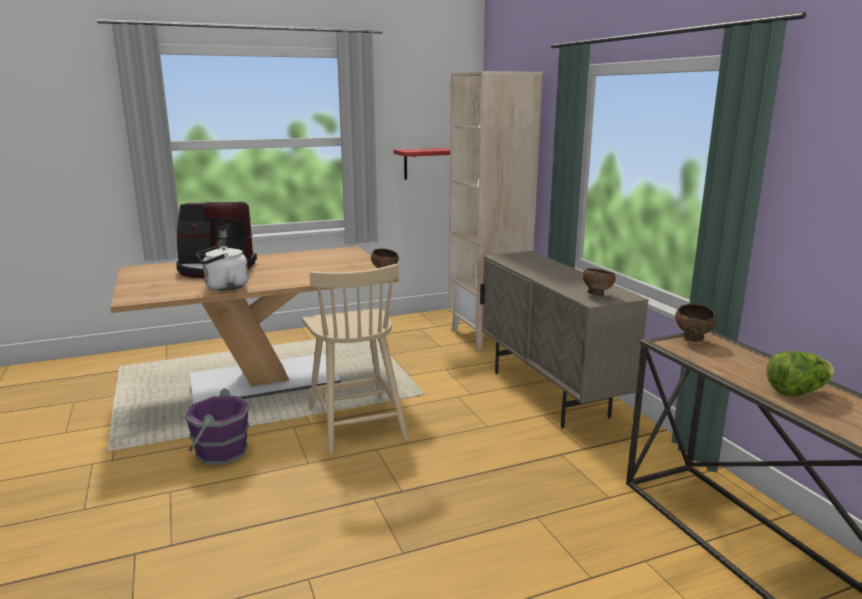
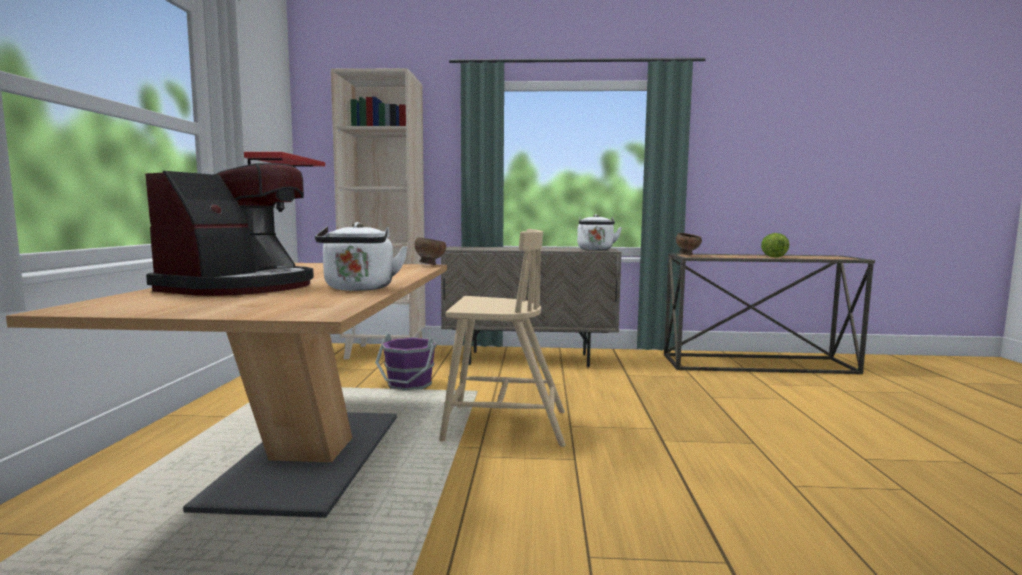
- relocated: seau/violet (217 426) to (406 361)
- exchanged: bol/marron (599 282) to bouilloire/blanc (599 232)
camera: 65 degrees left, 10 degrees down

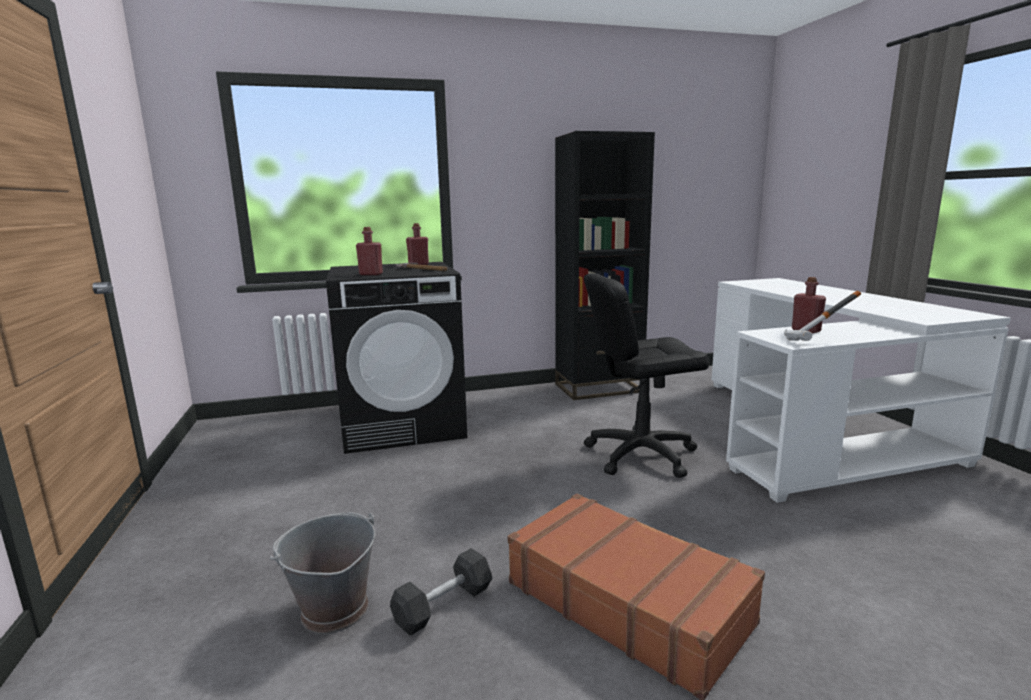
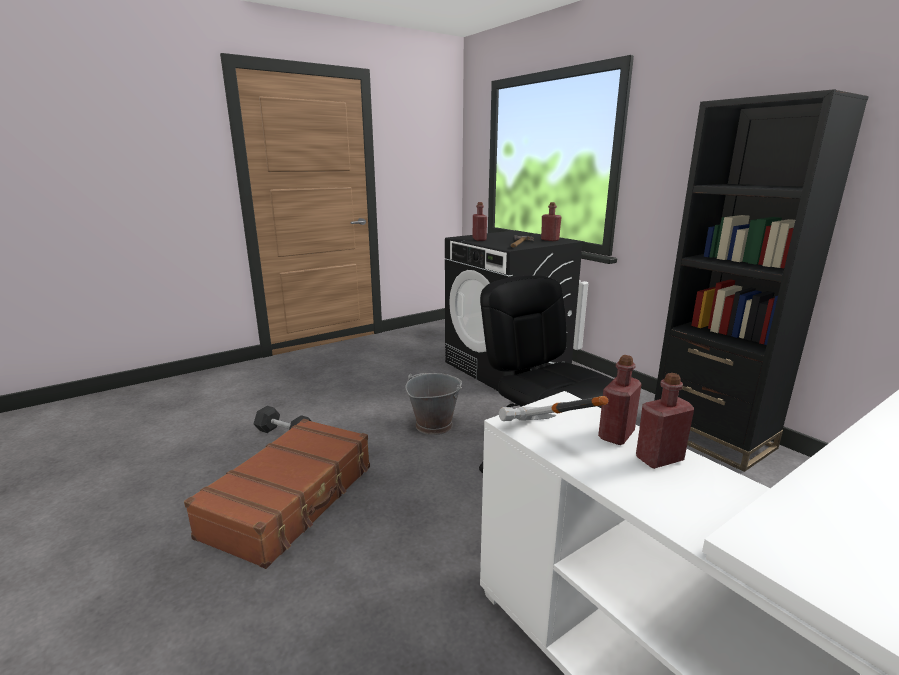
- appeared: bouteille/rouge (665 421)
- relocated: seau/gris (322 573) to (433 404)
camera: 70 degrees right, 5 degrees up

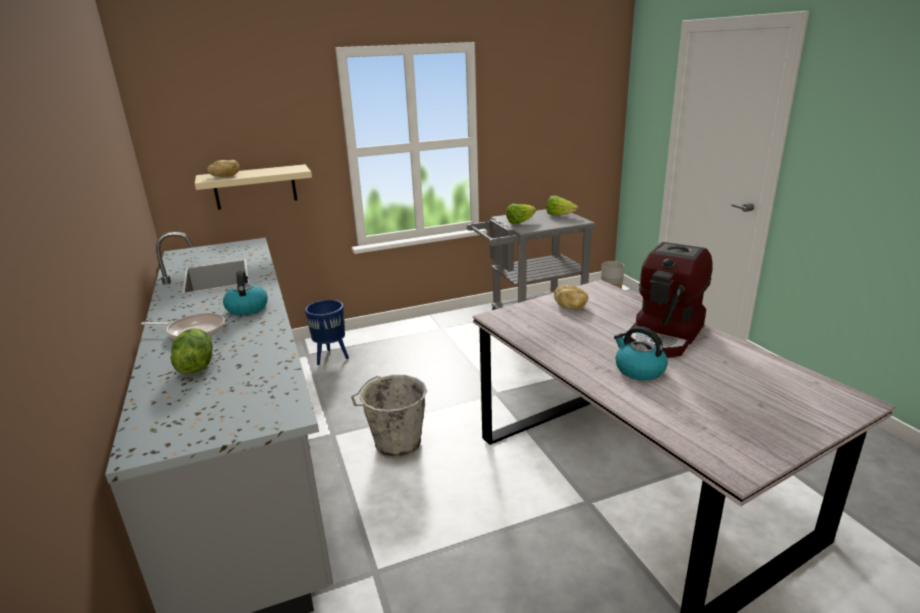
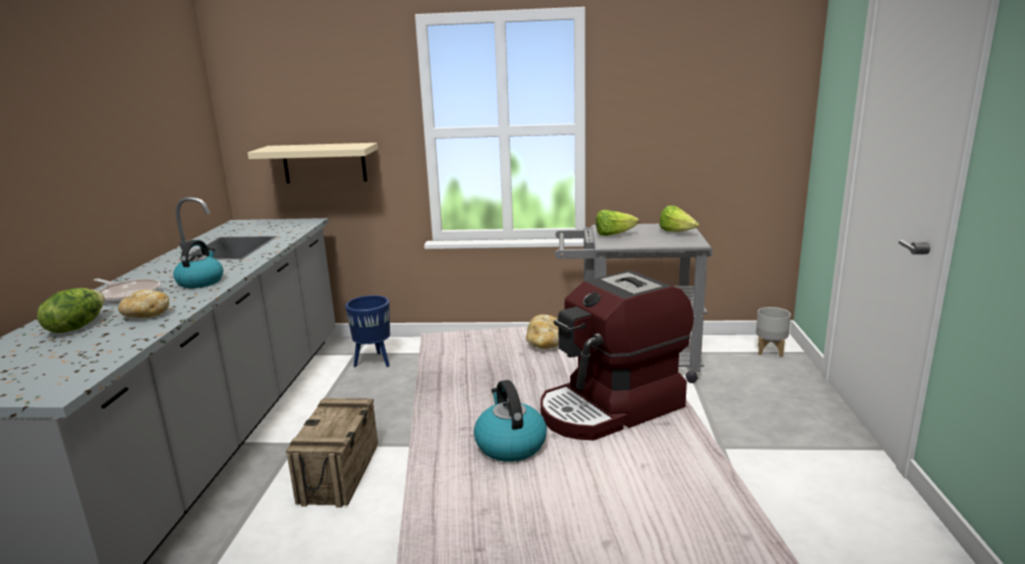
- relocated: pain (223 168) to (143 304)
- exchanged: seau/gris (389 417) to caisse (332 453)
camera: 25 degrees right, 5 degrees down

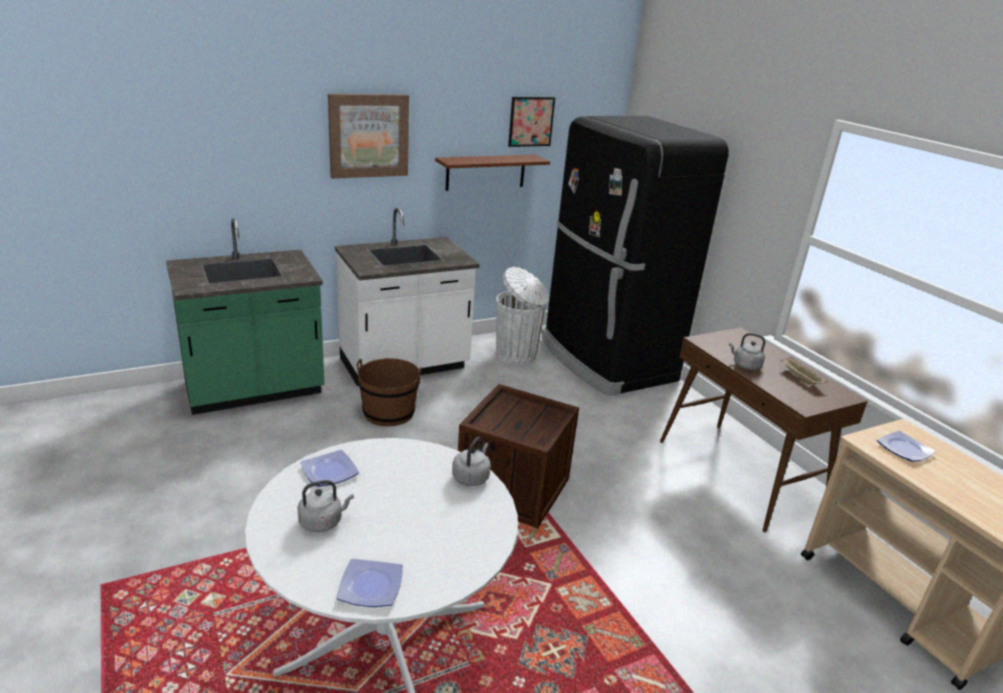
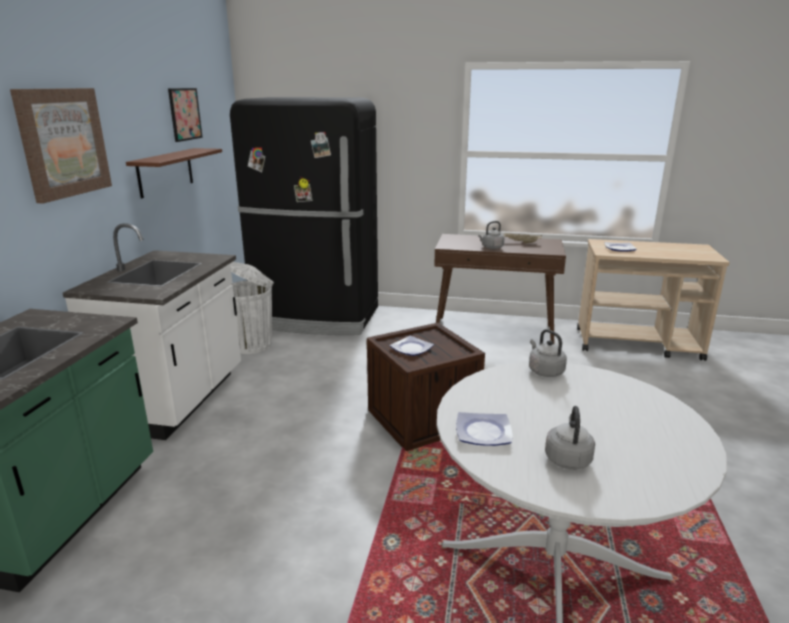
- missing: seau/marron (389 392)
- relocated: assiette (369 583) to (412 346)
camera: 50 degrees left, 5 degrees down

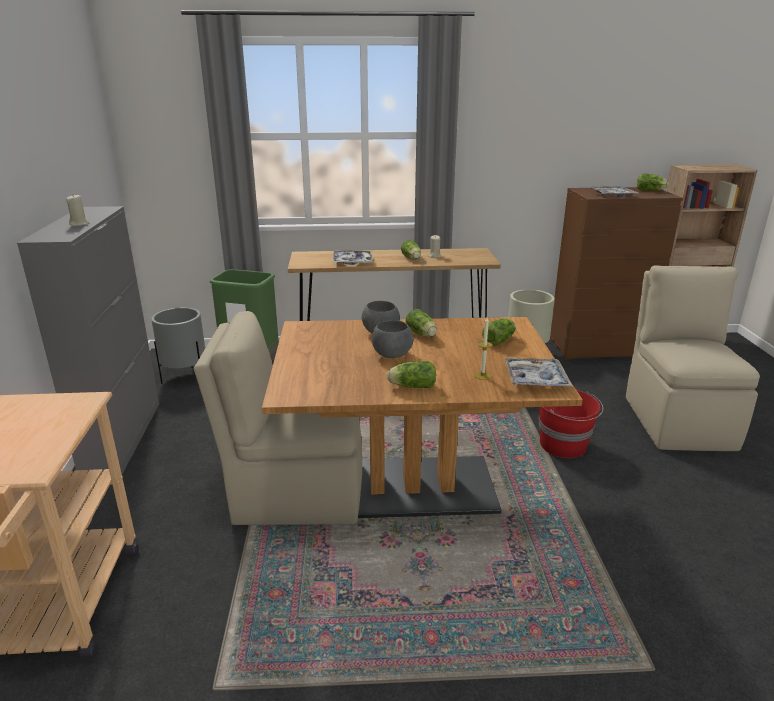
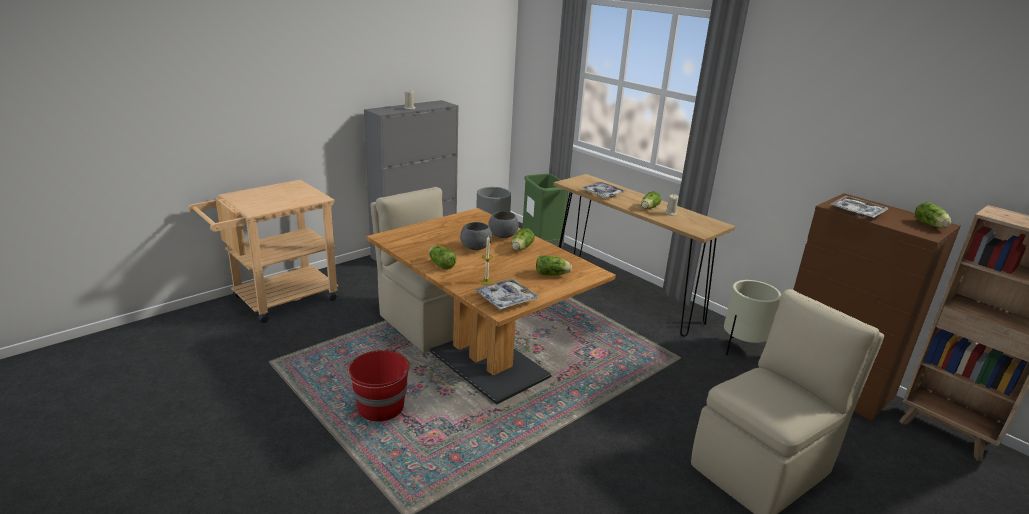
- relocated: seau/rouge (571 424) to (378 385)
camera: 50 degrees right, 0 degrees up

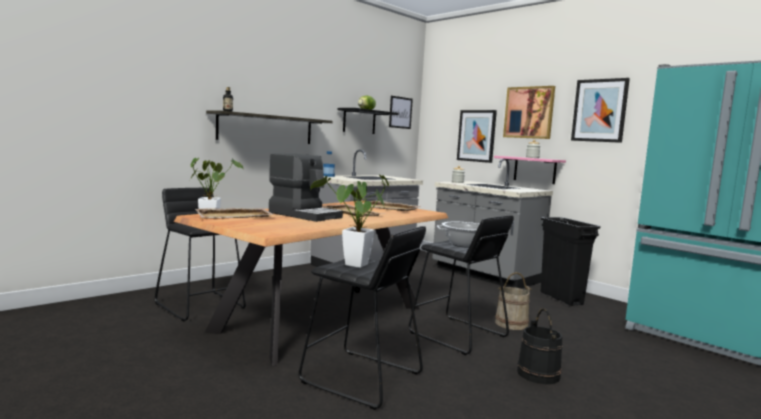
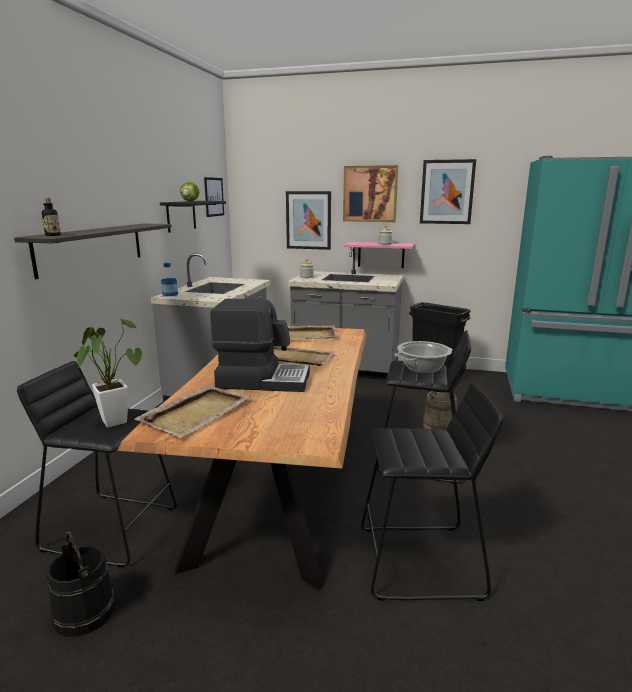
- missing: plante en pot (349 221)
- relocated: seau/noir (540 346) to (81 584)
camera: 30 degrees left, 10 degrees up

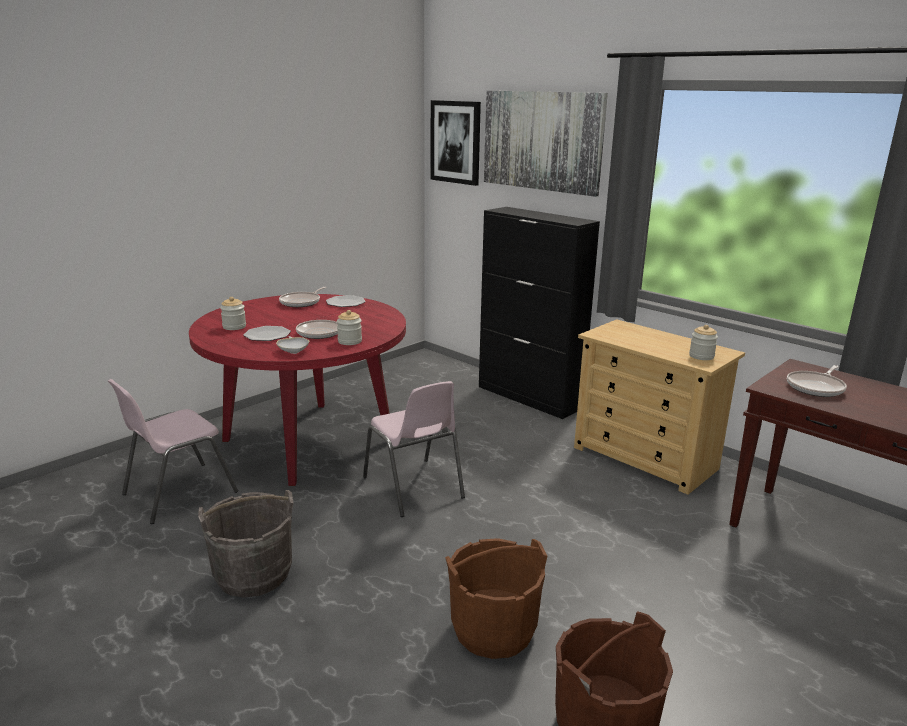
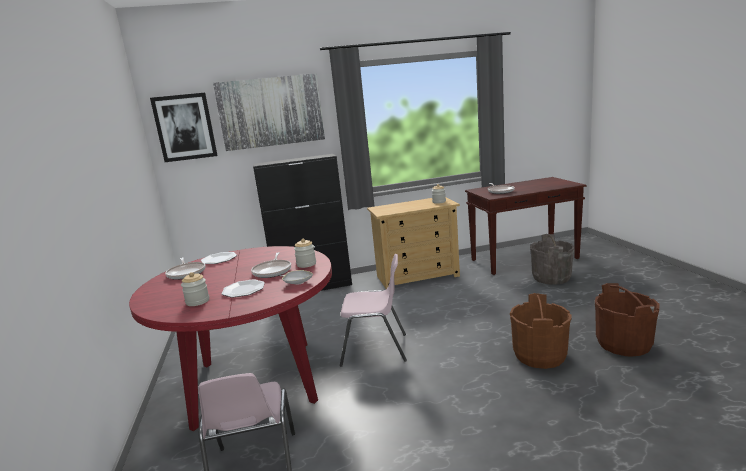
- relocated: seau/gris (246 544) to (552 259)
camera: 55 degrees left, 5 degrees down

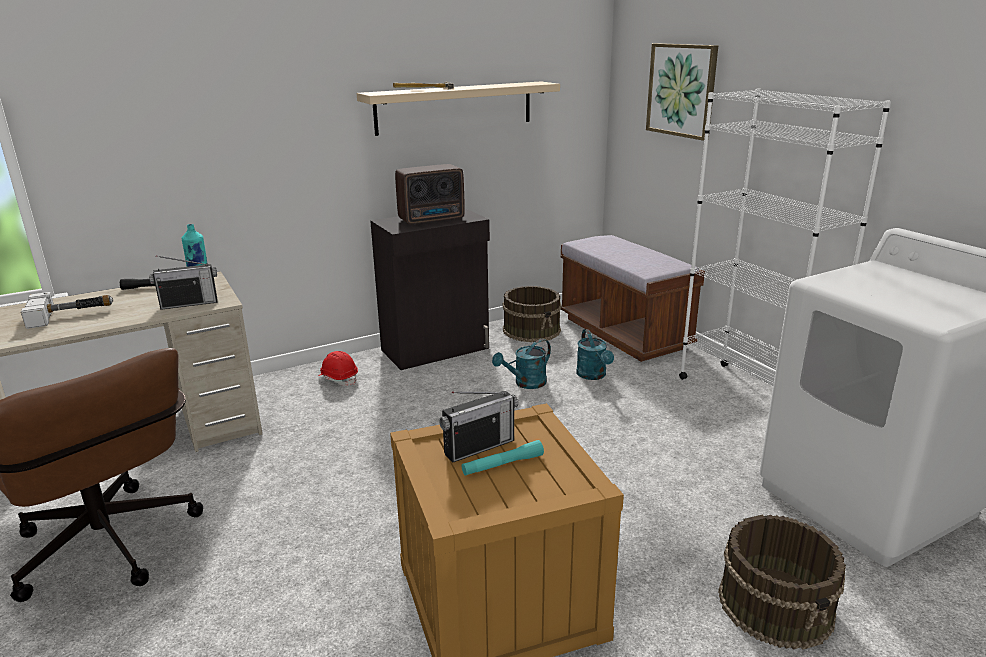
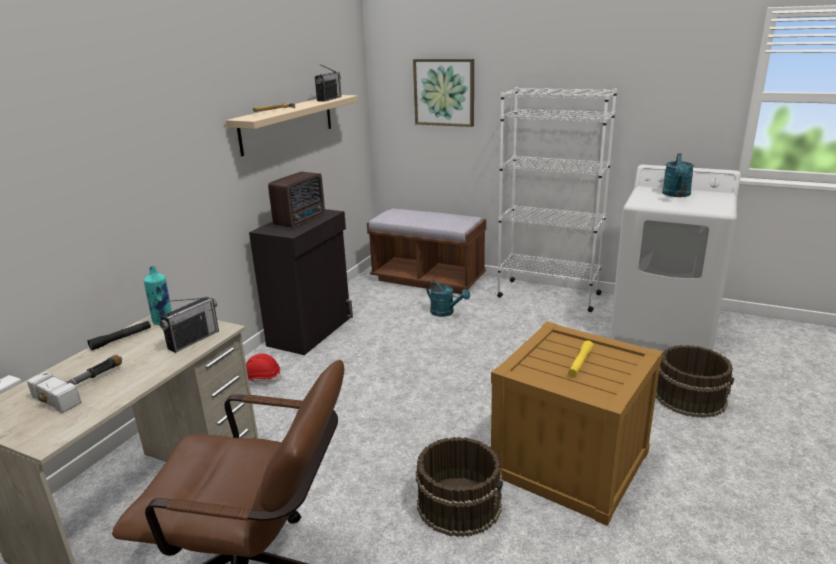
- relocated: radio (478 427) to (328 83)
- relocated: arrosoir/turquoise (521 364) to (678 175)
- relocated: seau/marron (532 314) to (459 487)
- colour: lampe de poche/turquoise (503 458) to lampe de poche/jaune (581 358)
camera: 35 degrees left, 0 degrees up

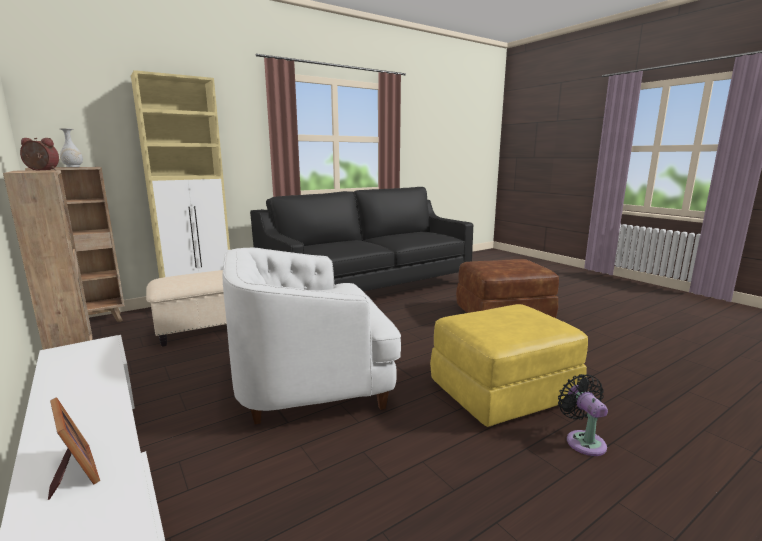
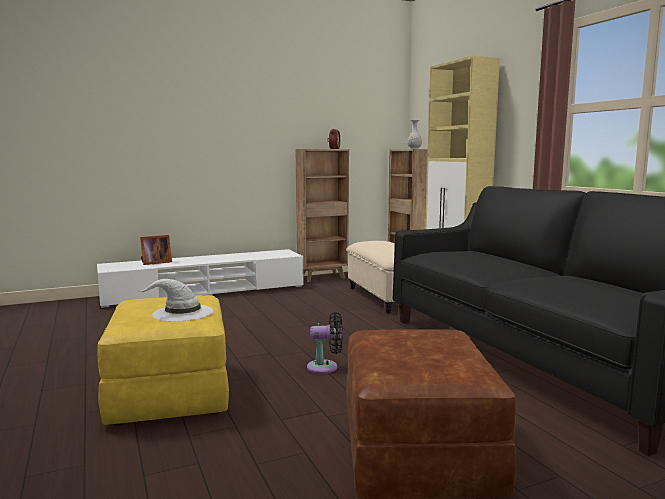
- missing: fauteuil/blanc (312 335)
- appeared: chapeau/blanc (175 300)
- relocated: ventilateur/noir (583 415) to (325 343)
camera: 100 degrees right, 5 degrees down

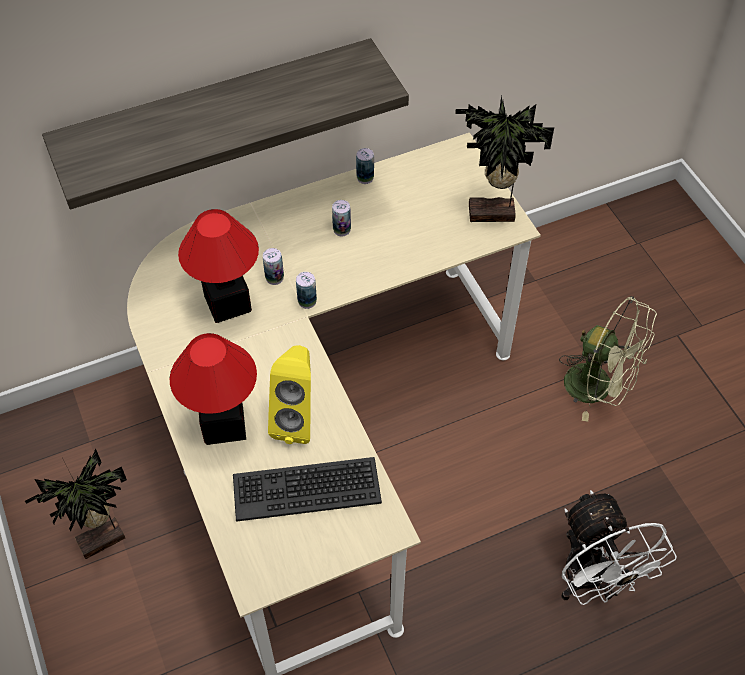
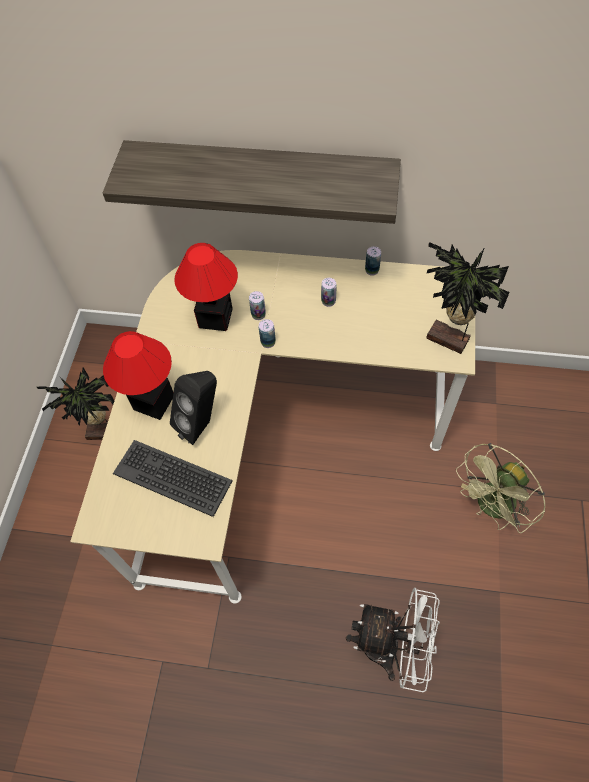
- colour: enceinte/jaune (289 394) to enceinte/noir (193 408)
- spun: ventilateur/vert (608 359) = (500 488) 75 degrees clockwise
- spun: ventilateur/blanc (619 547) = (393 640) 90 degrees counterclockwise
camera: 35 degrees right, 5 degrees up

